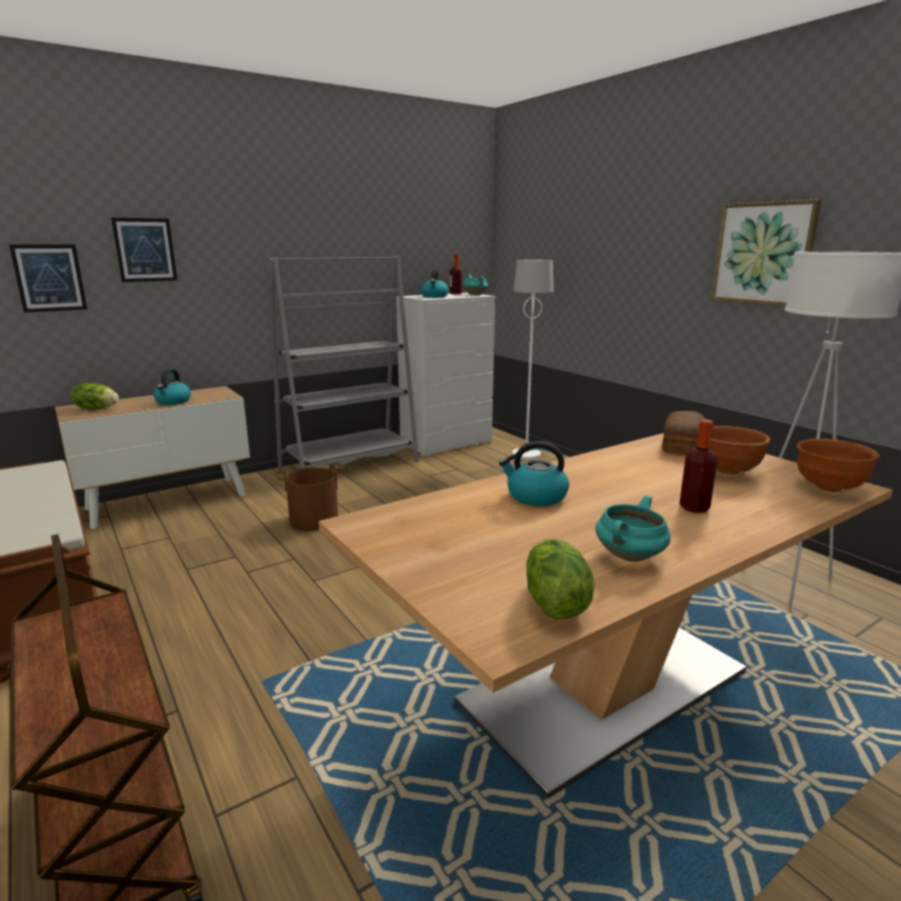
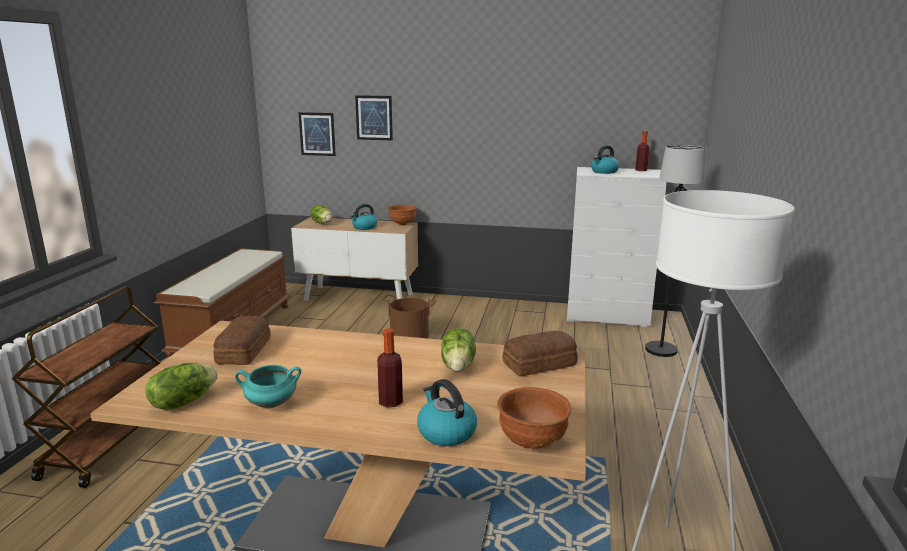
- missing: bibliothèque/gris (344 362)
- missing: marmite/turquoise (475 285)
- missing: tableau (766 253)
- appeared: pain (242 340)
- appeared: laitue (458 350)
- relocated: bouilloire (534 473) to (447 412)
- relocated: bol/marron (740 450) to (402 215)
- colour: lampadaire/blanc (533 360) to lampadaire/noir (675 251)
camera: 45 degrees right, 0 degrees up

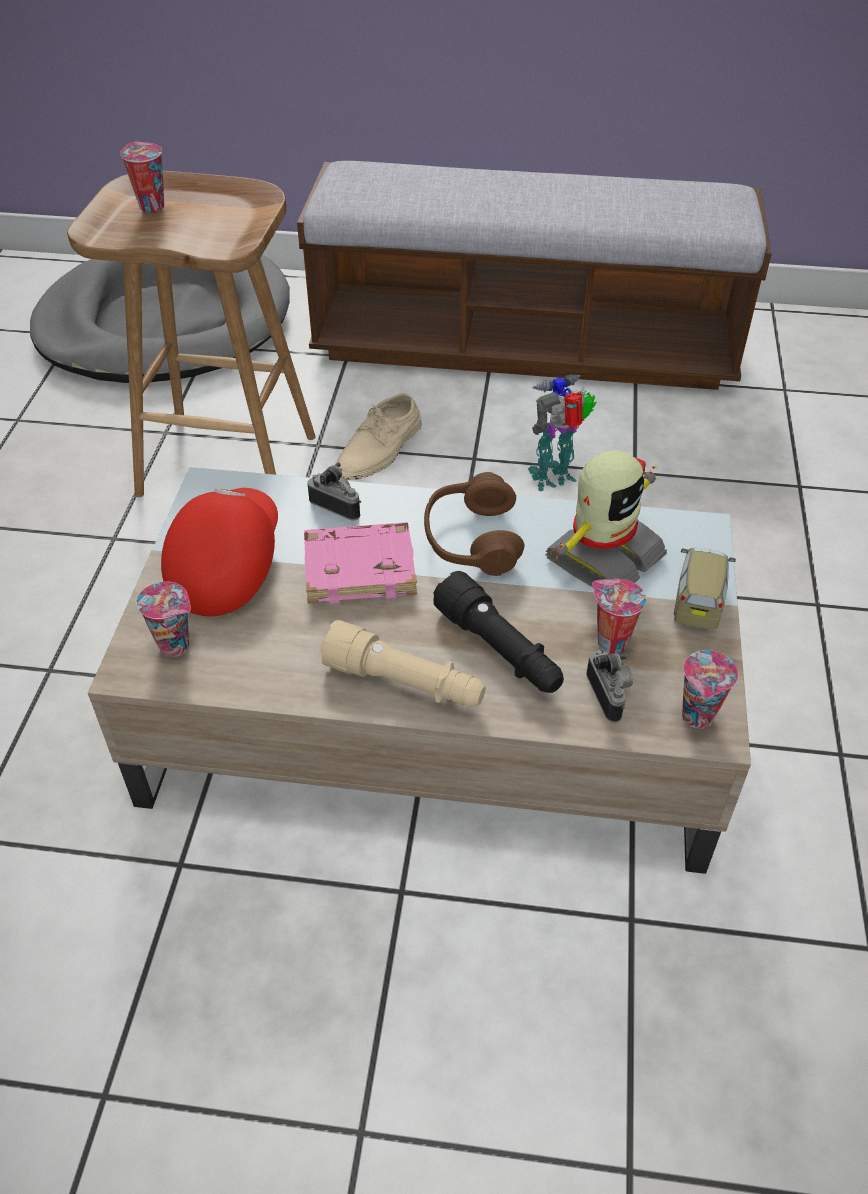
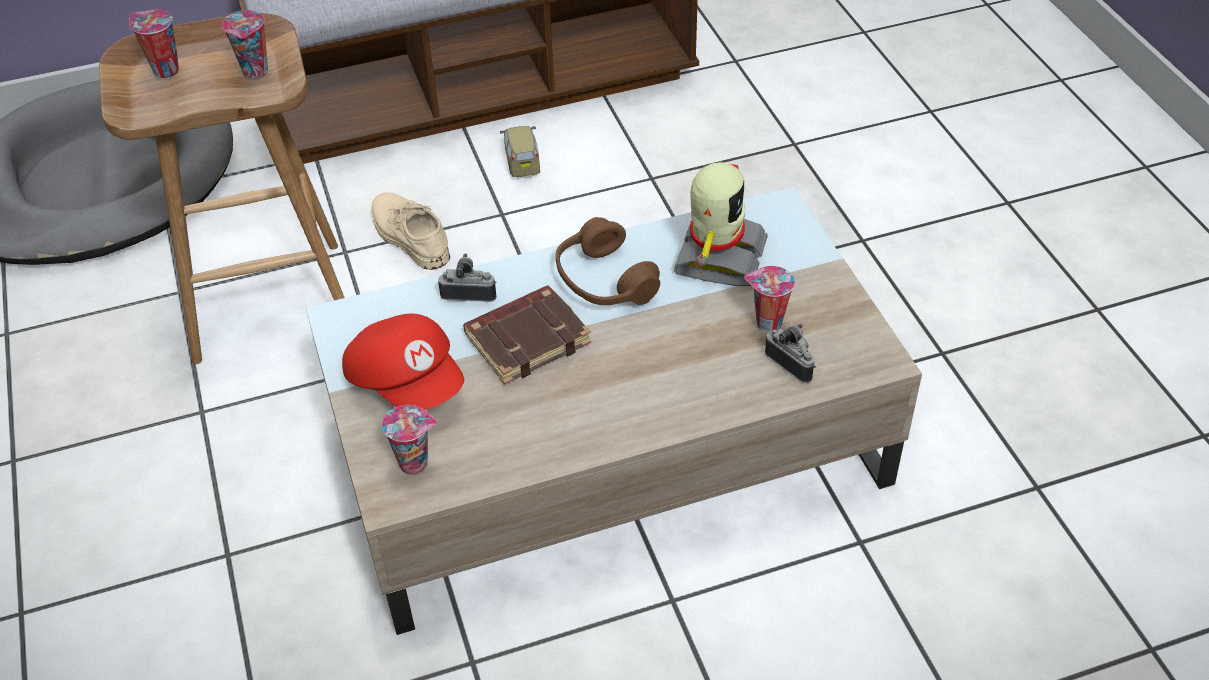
- missing: lampe de poche/beige (403 663)
- missing: lampe de poche/noir (498 632)
- missing: robot jouet (562 432)
- relocated: petite voiture (705 588) to (520 151)
- relocated: tasse (710 689) to (245 44)
- colour: livre/rose (360 563) to livre/marron (527 334)
- spun: casquette/rouge (219 552) = (403 362) 150 degrees clockwise
- spun: chaussure/beige (379 436) = (410 231) 135 degrees clockwise
camera: 25 degrees left, 0 degrees up

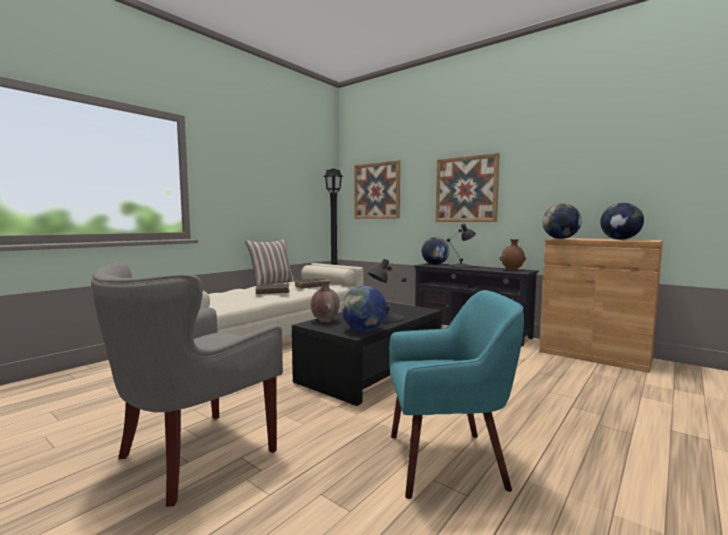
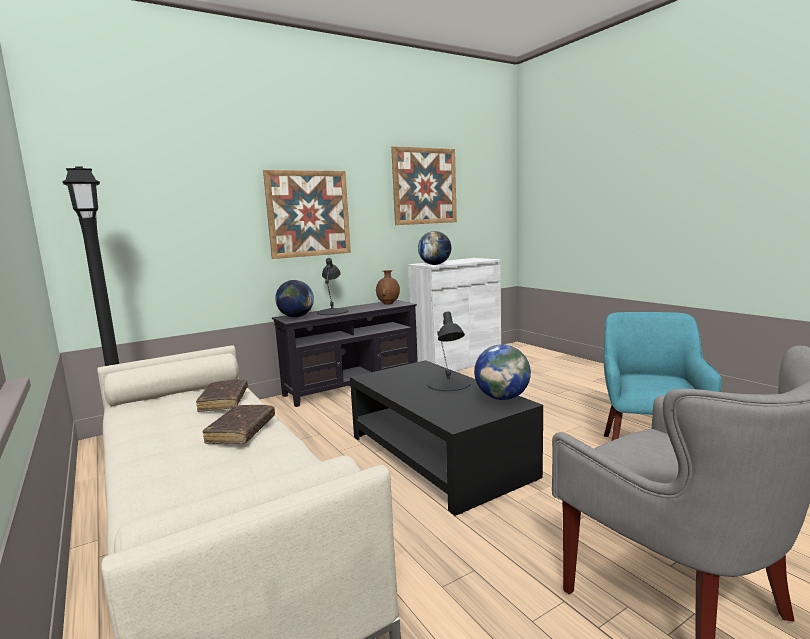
- missing: coussin (270 262)
- missing: vase/marron (325 301)
- missing: globe (622 221)
- relocated: tableau (377 189) to (424 185)
- colour: meuble de rangement/marron (601 305) to meuble de rangement/blanc (454 314)
camera: 70 degrees left, 5 degrees up

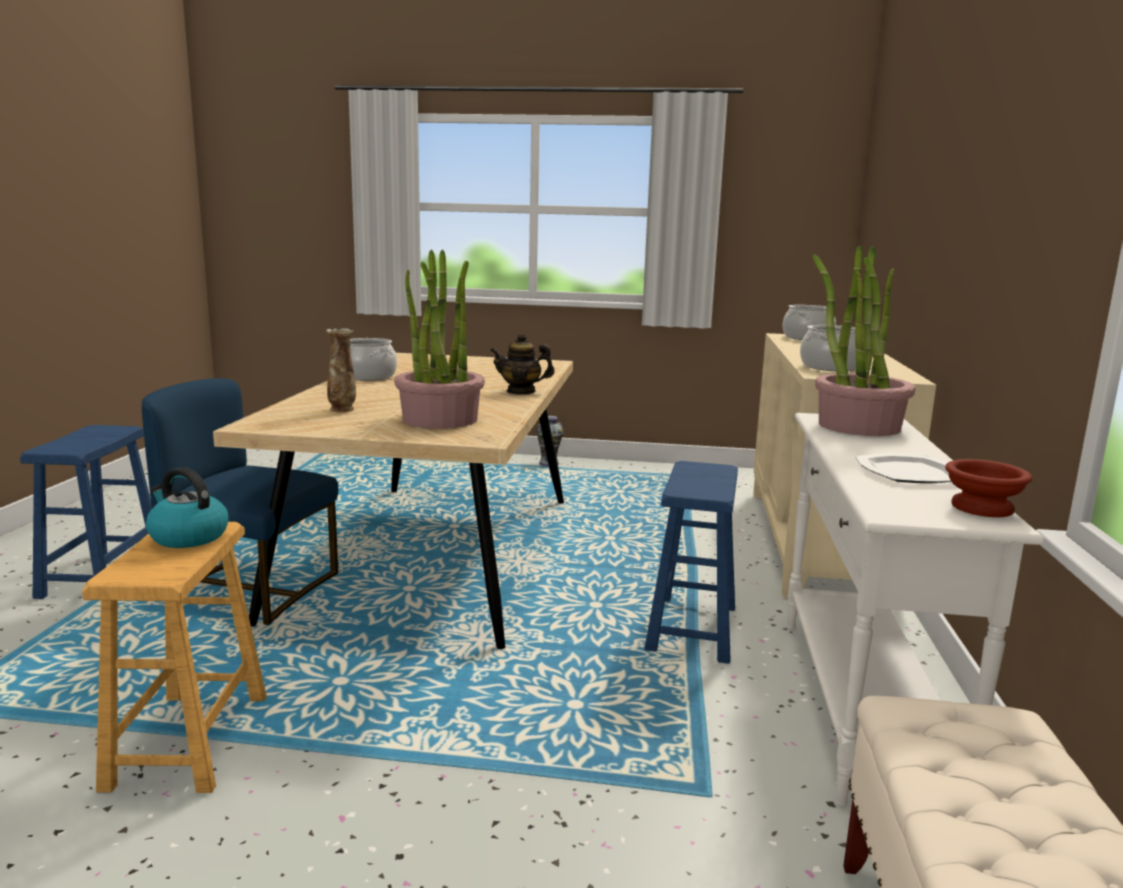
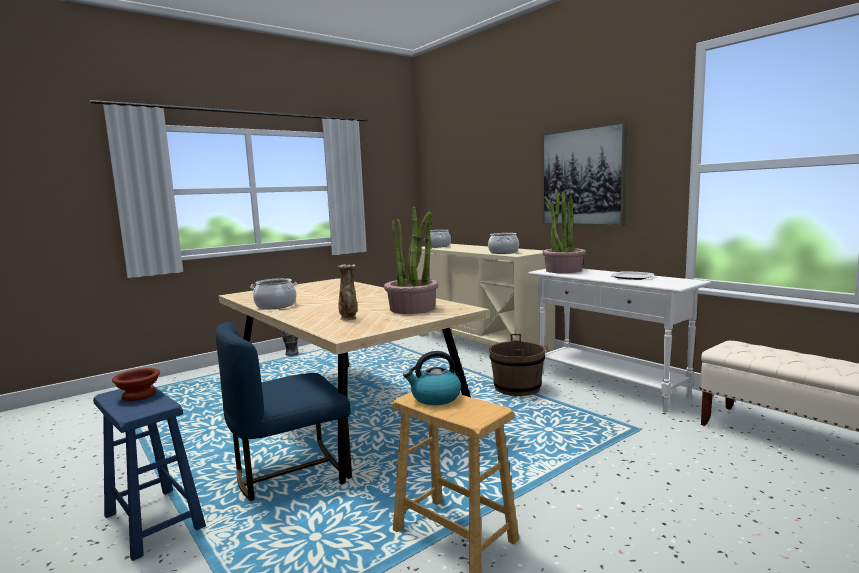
- missing: théière (522 364)
- appeared: tableau (584 173)
- relocated: bol/marron (988 488) to (136 384)
- exchanged: tabouret/bleu (691 562) to seau/marron (517 365)
camera: 45 degrees left, 5 degrees down

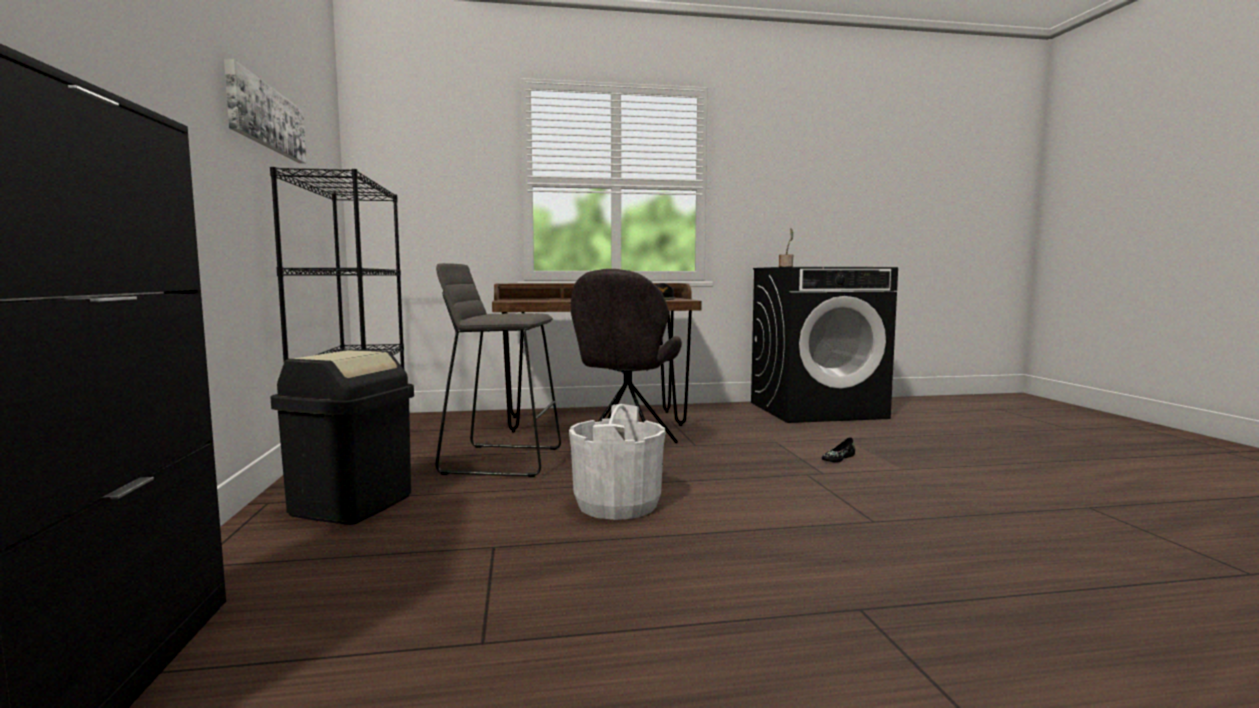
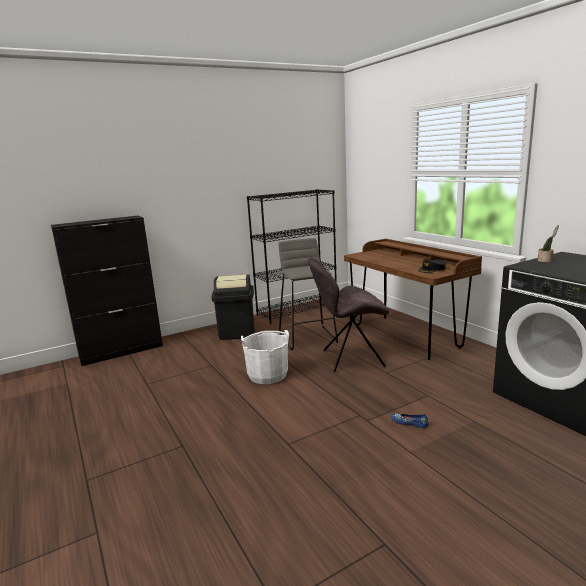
- missing: tableau (265 111)
- colour: chaussure/noir (838 450) to chaussure/bleu (410 421)
camera: 70 degrees right, 10 degrees up

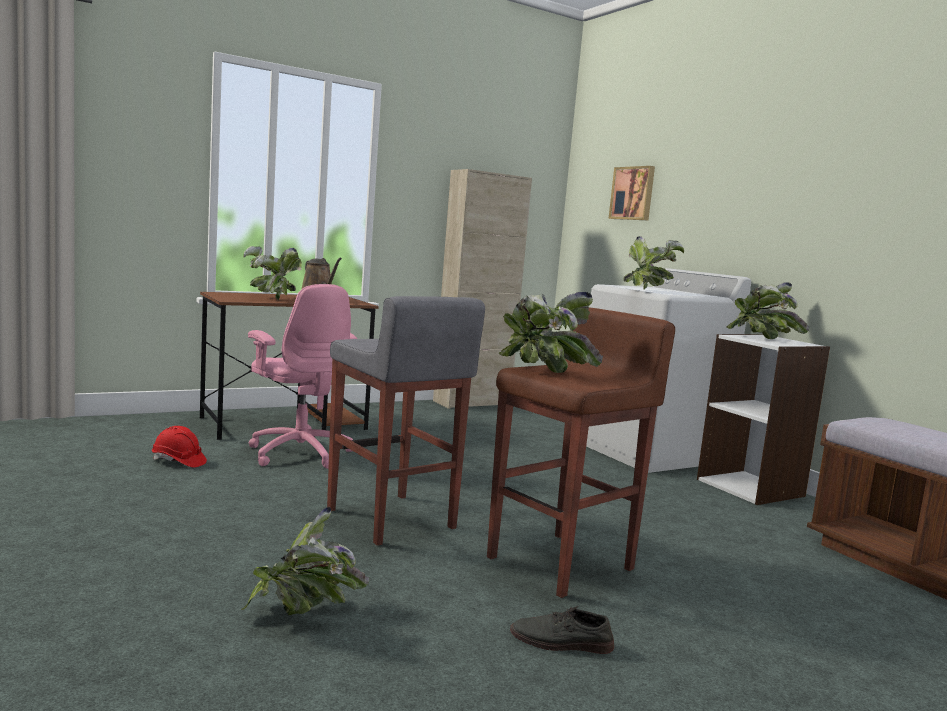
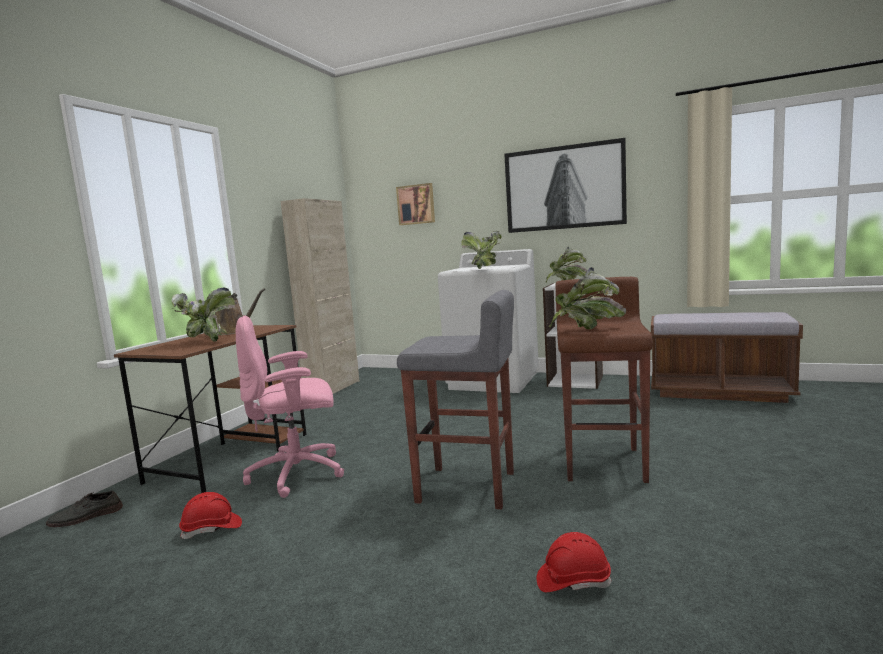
- appeared: tableau (565 185)
- relocated: chaussure/gris (562 630) to (84 508)
- exchanged: plante en pot (305 561) to casque de chantier/rouge (573 562)
- spun: chaise de bureau/rose (302 376) = (290 407) 150 degrees clockwise
camera: 35 degrees left, 0 degrees up

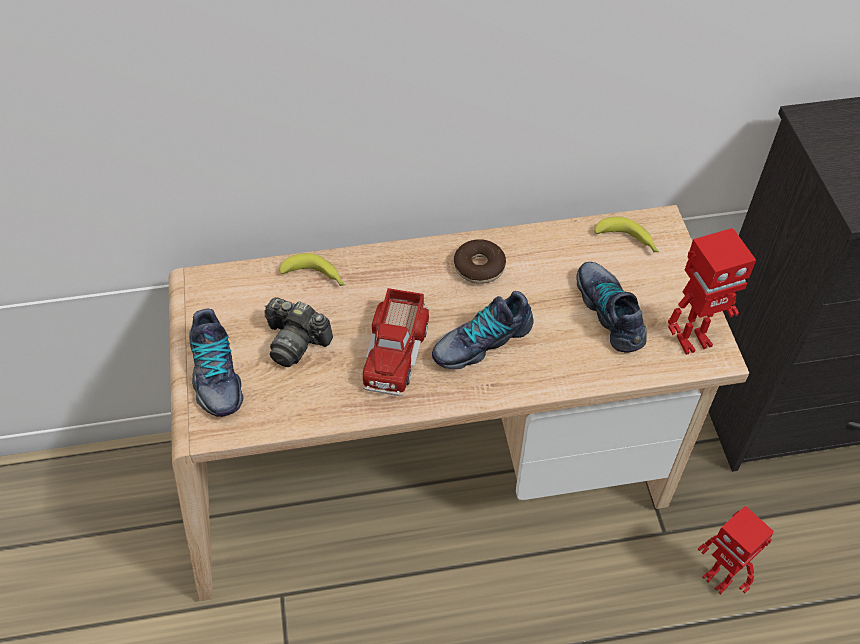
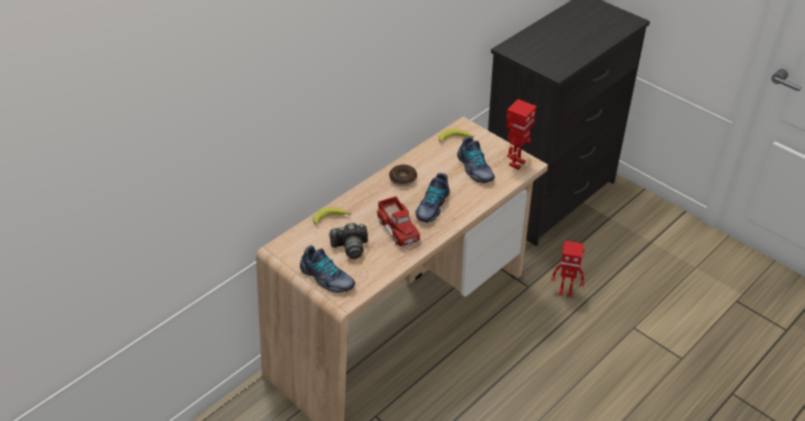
- spun: chaussure (611 307) = (476 159) 150 degrees counterclockwise
camera: 35 degrees left, 10 degrees down

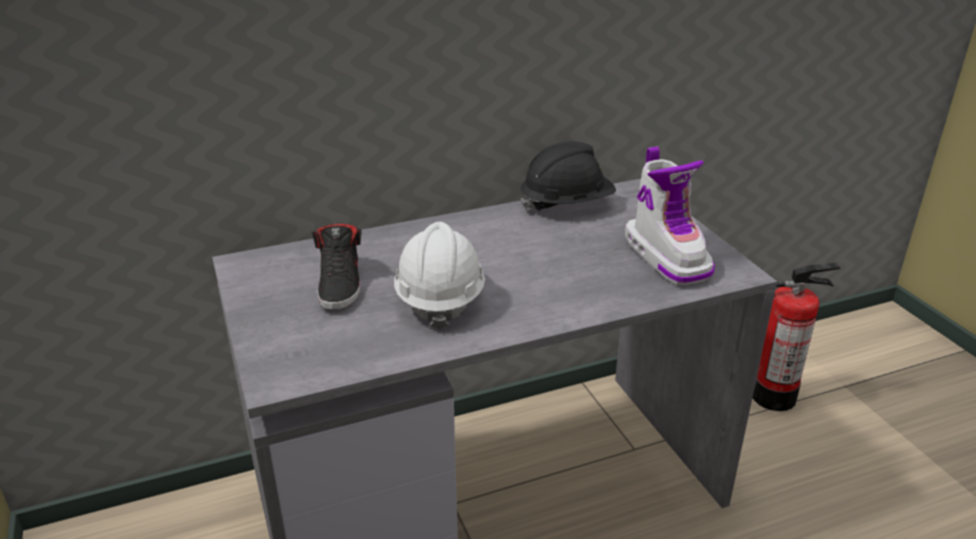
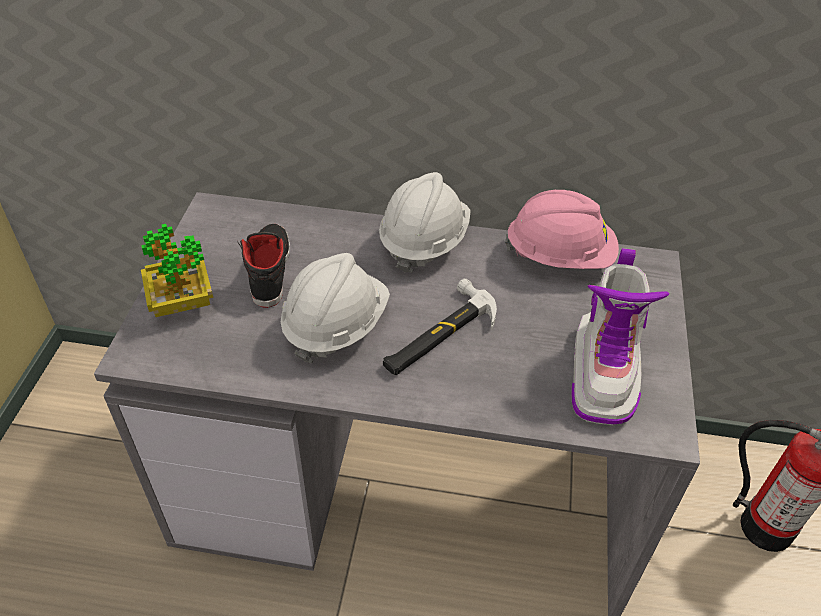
- appeared: plante en pot (177 270)
- appeared: casque de chantier/blanc (425 222)
- appeared: marteau (440 327)
- colour: casque de chantier/noir (568 176) to casque de chantier/rose (562 229)
- spun: chaussure/noir (337 266) = (263 266) 150 degrees clockwise
camera: 30 degrees right, 15 degrees up

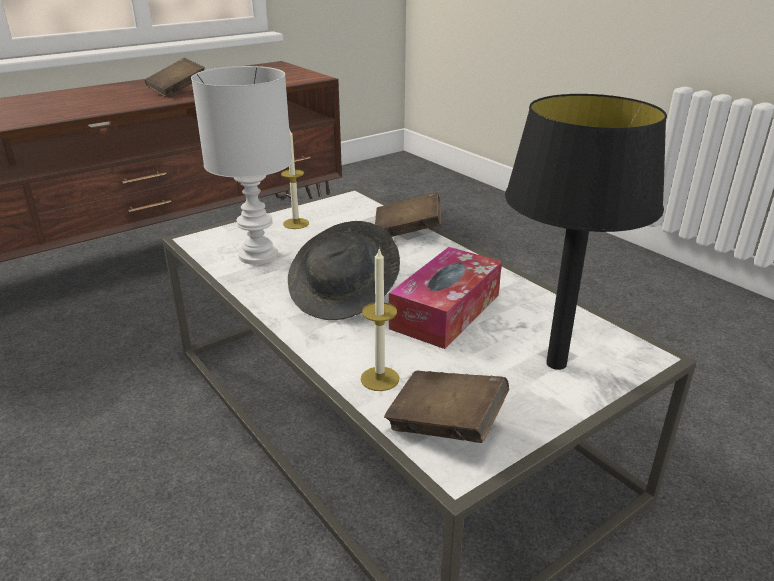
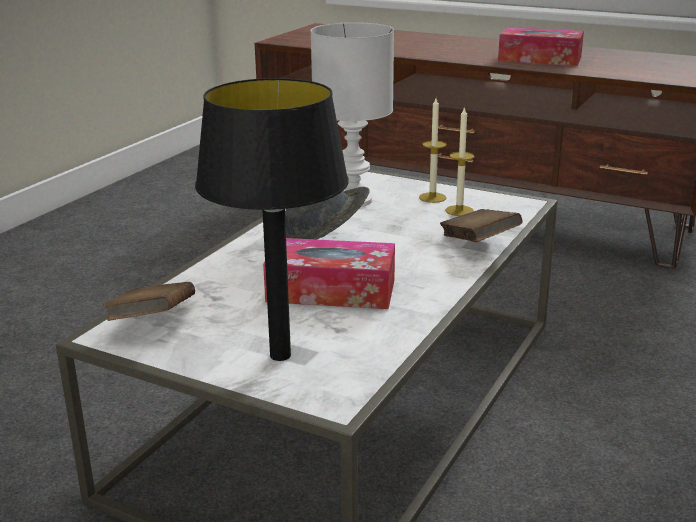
- relocated: bougie (380 320) to (460 161)
- exchanged: livre/marron (175 77) to boîte à mouchoirs (541 46)
camera: 65 degrees right, 5 degrees down

